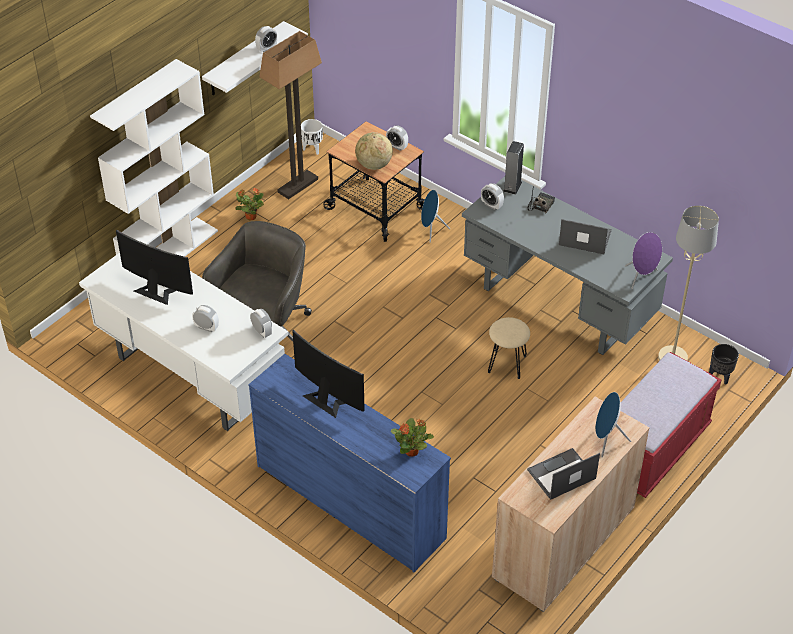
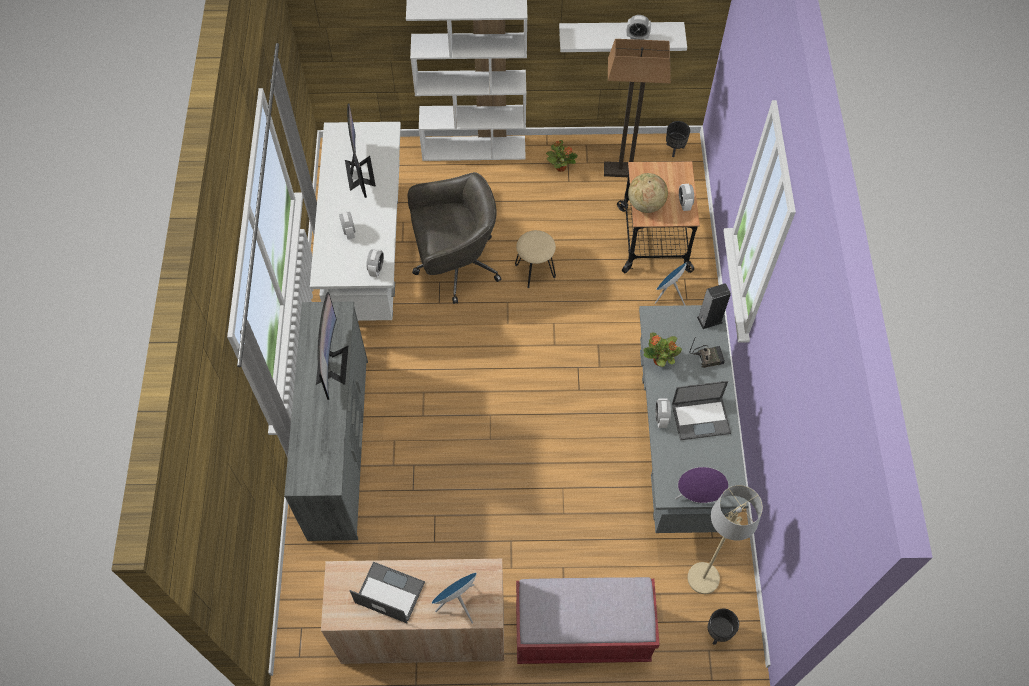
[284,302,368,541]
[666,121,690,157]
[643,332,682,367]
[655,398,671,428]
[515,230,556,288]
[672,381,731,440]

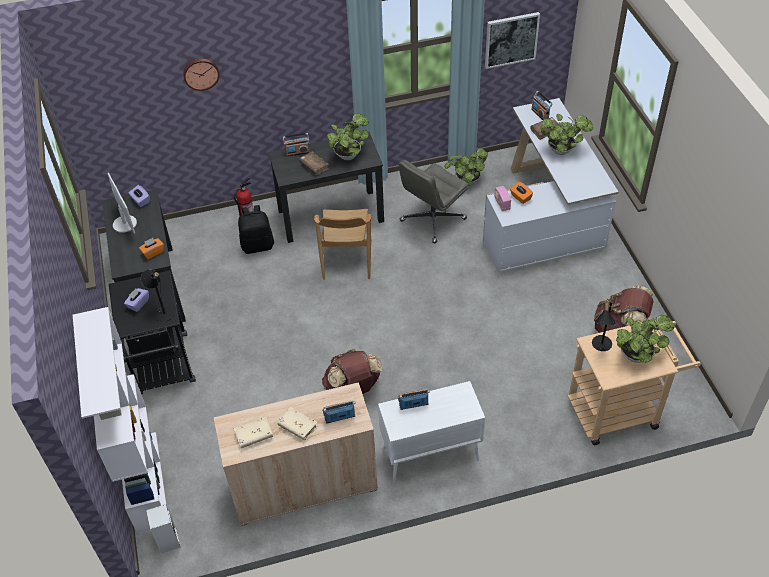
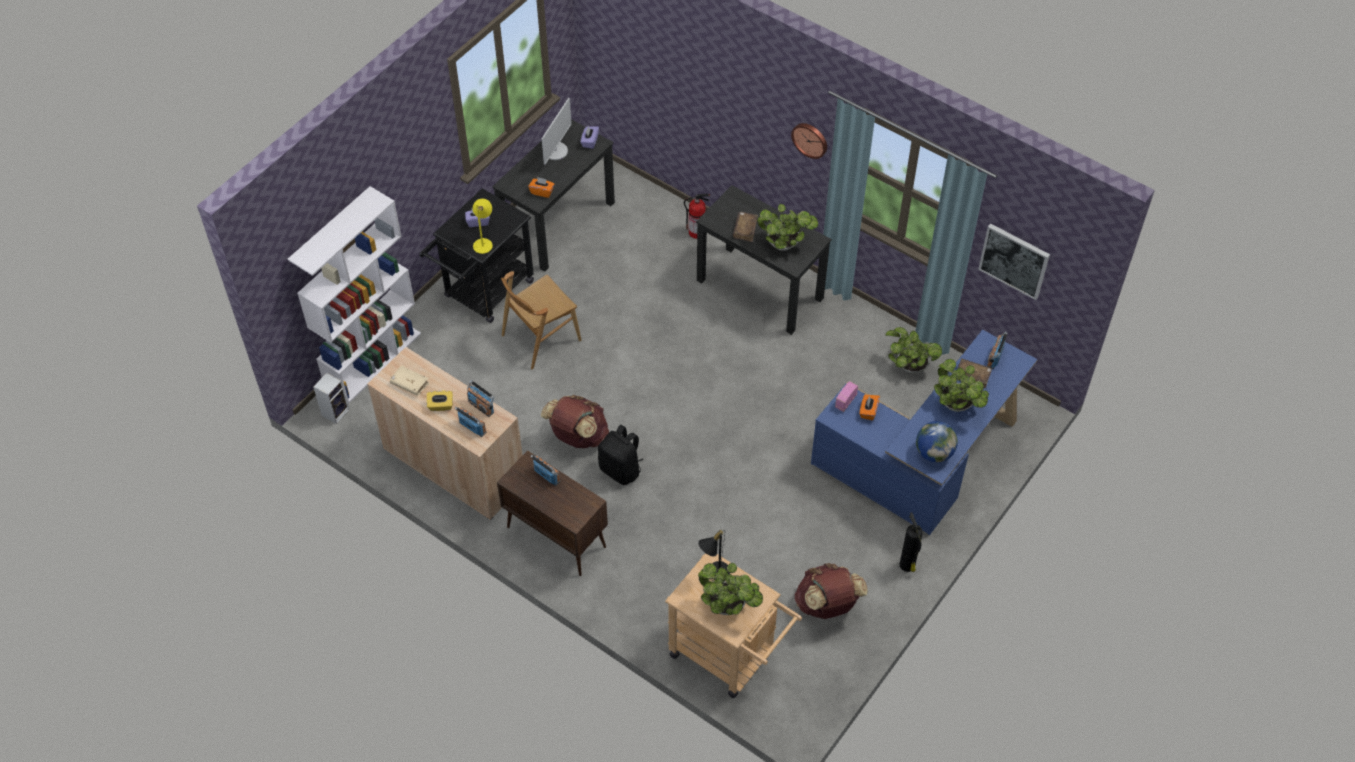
[473,199,493,254]
[791,123,827,159]
[598,425,643,485]
[427,391,453,411]
[467,380,494,417]
[501,271,581,369]
[497,450,608,576]
[399,160,469,243] (first image)
[811,329,1038,535]
[899,512,923,572]
[916,421,958,462]

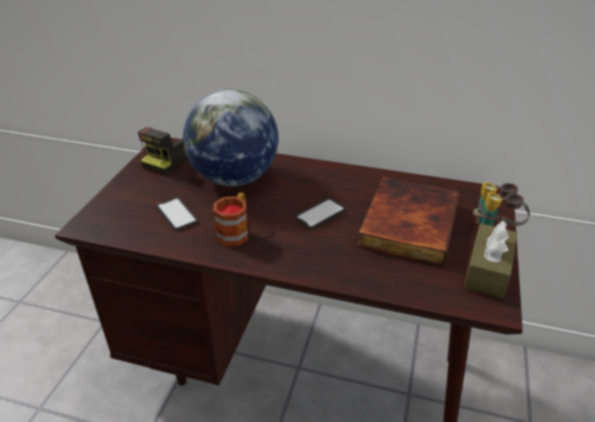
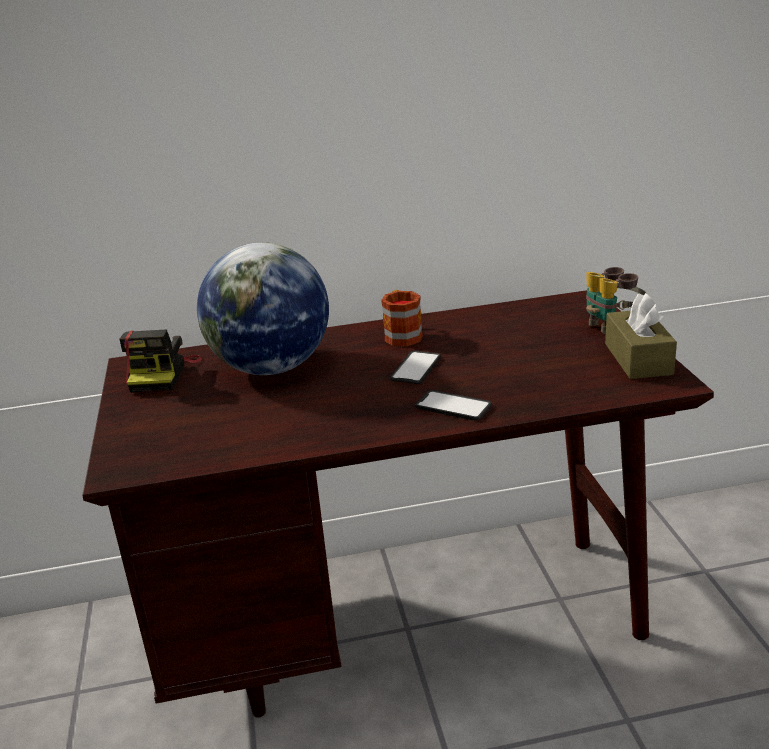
[415,390,492,420]
[381,290,423,346]
[357,177,460,266] (first image)

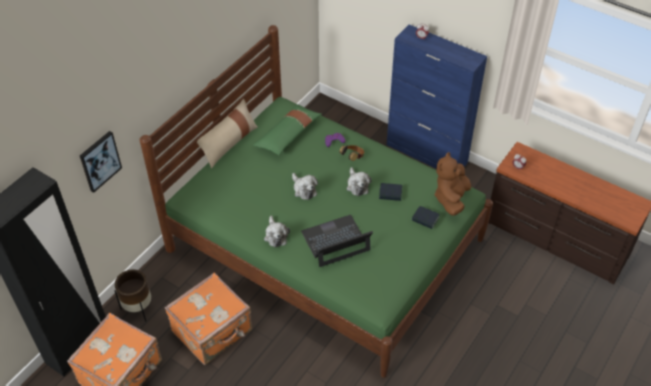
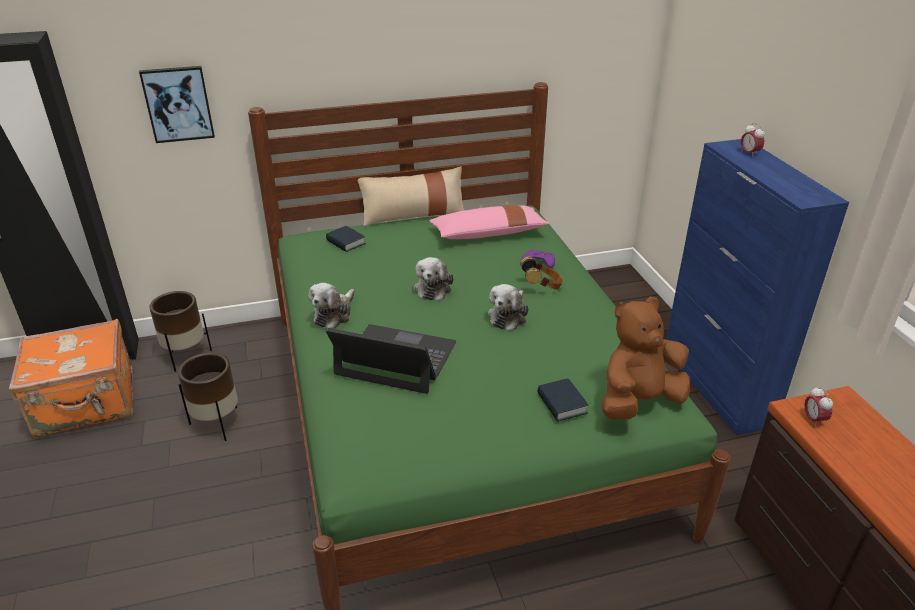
[178,353,238,441]
[429,205,549,239]
[326,226,366,252]

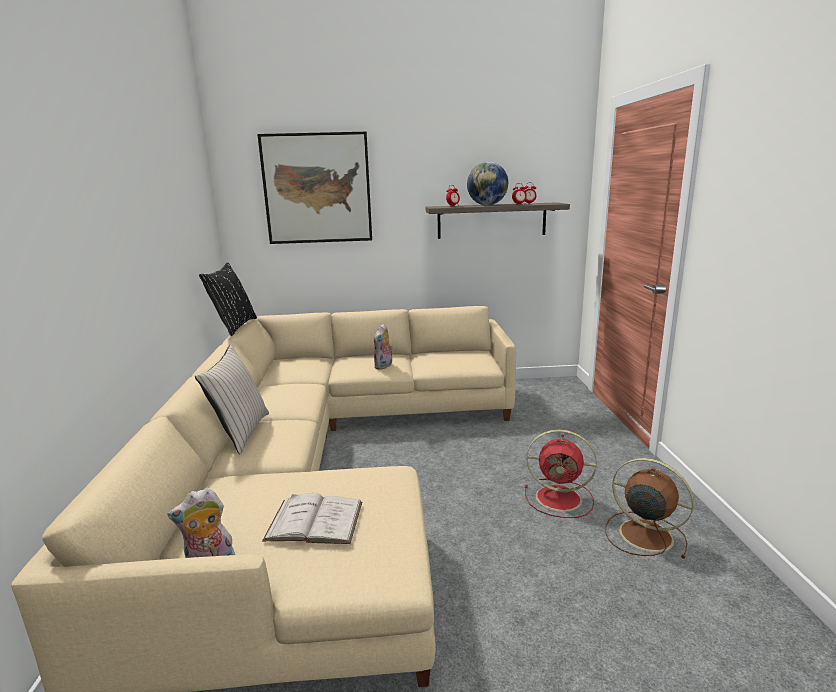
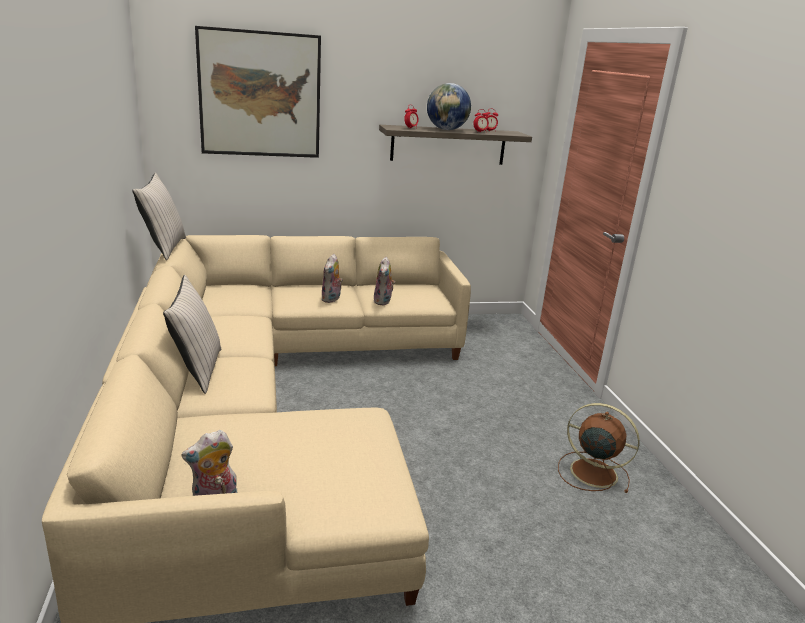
[132,173,186,260]
[262,493,362,544] (first image)
[525,429,597,518] (first image)
[374,257,396,305]

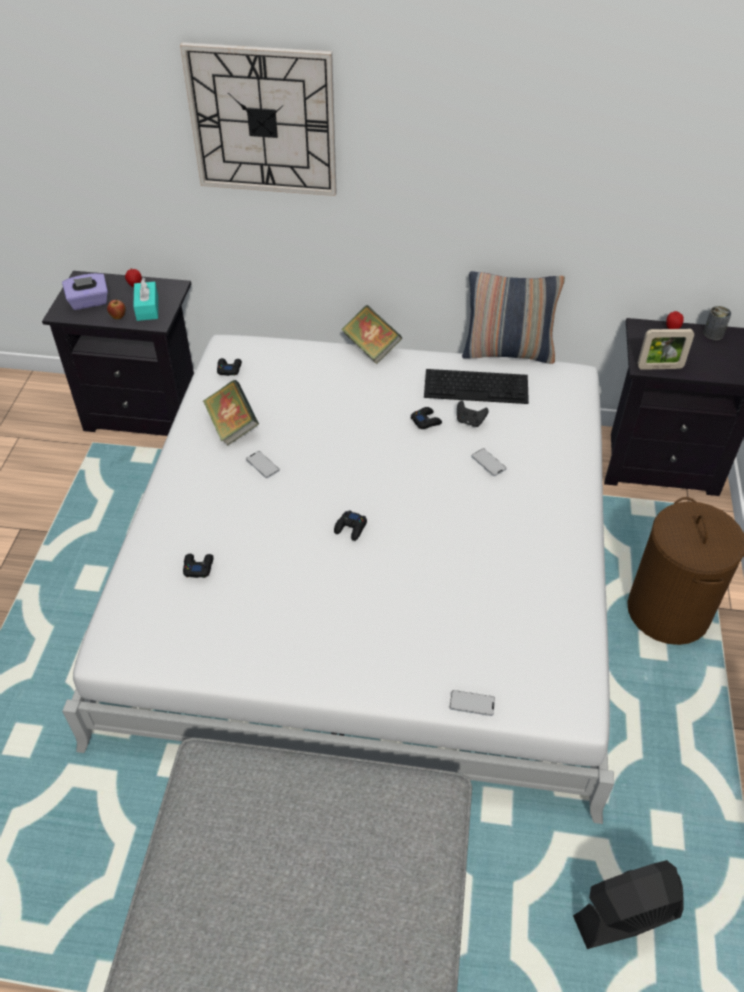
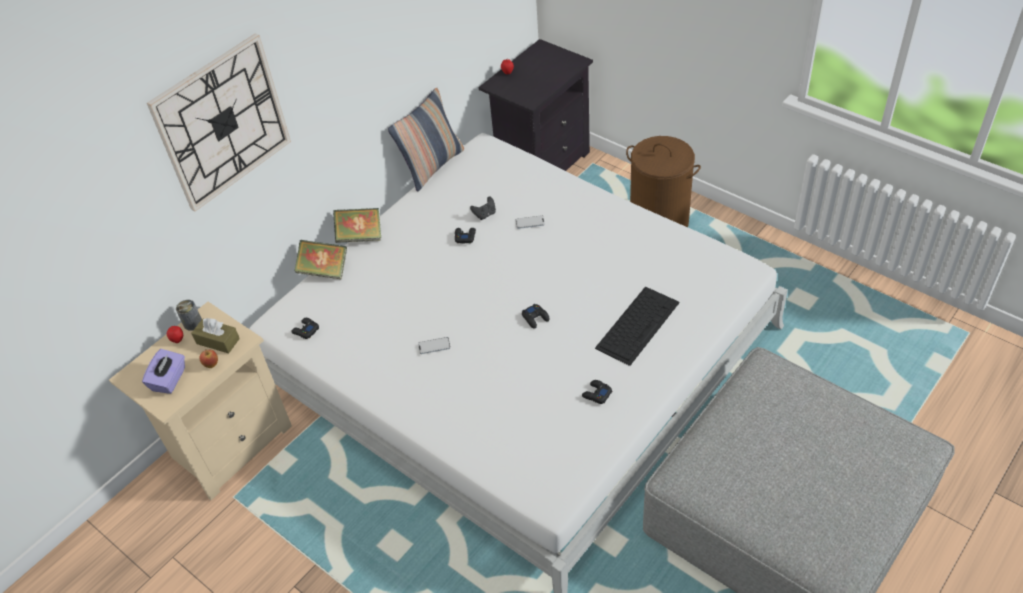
[109,302,292,500]
[191,318,240,354]
[582,380,612,404]
[294,240,347,280]
[595,287,680,366]
[449,690,495,716] (first image)
[573,860,683,949] (first image)
[637,329,694,370] (first image)
[176,300,202,331]

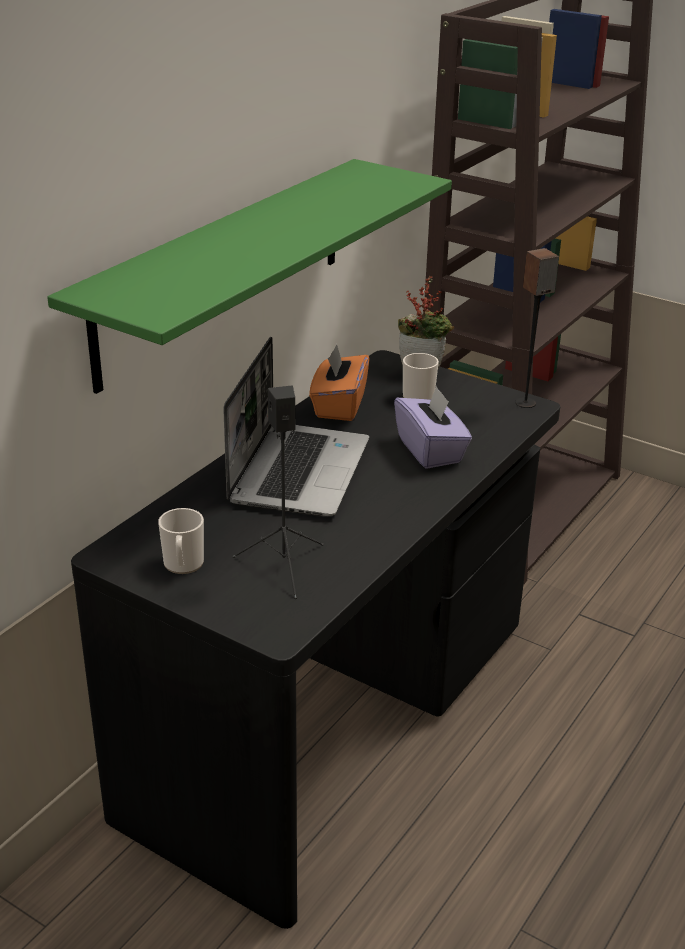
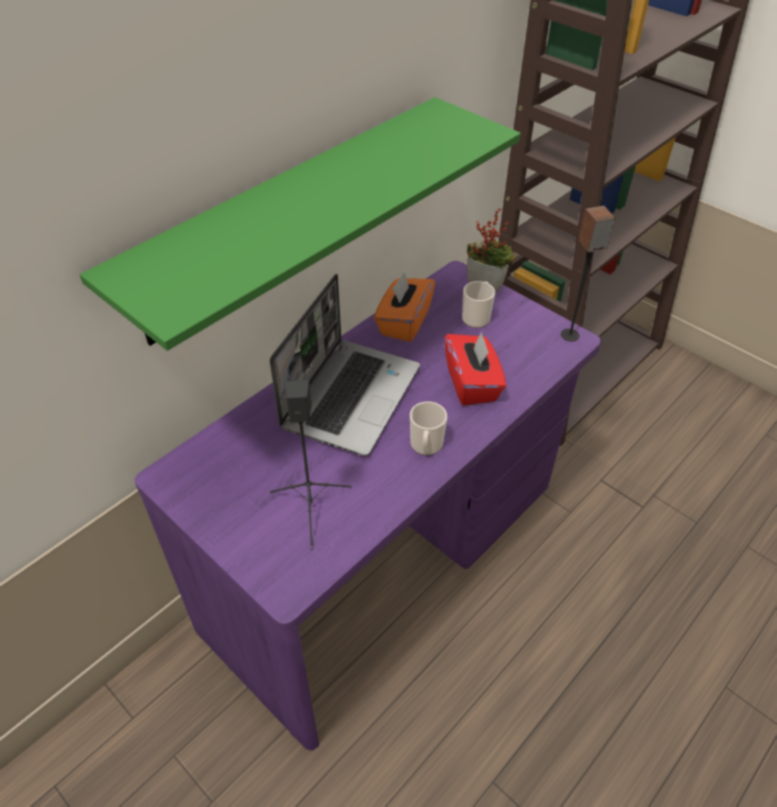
[135,261,601,751]
[410,402,447,455]
[445,332,506,406]

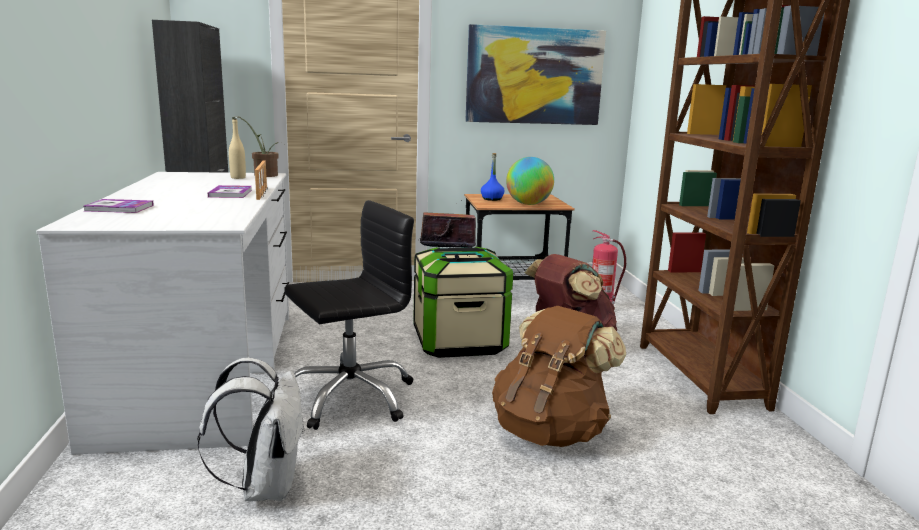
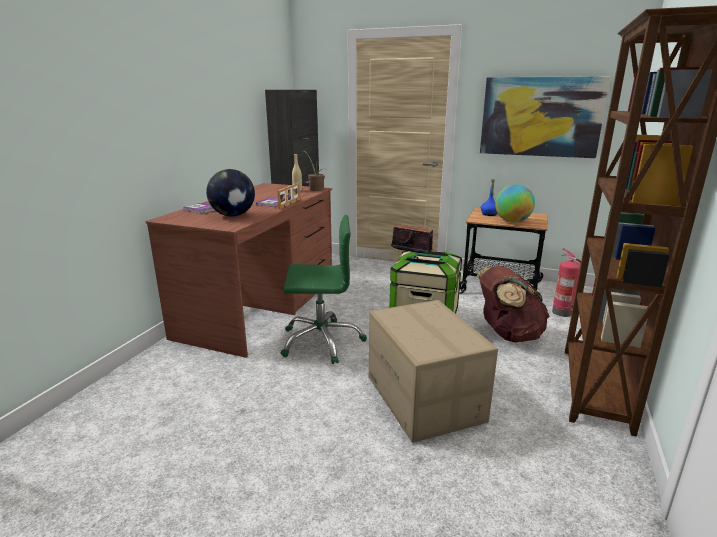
[145,183,332,358]
[197,358,305,501] (first image)
[281,215,367,364]
[369,300,498,443]
[206,169,255,216]

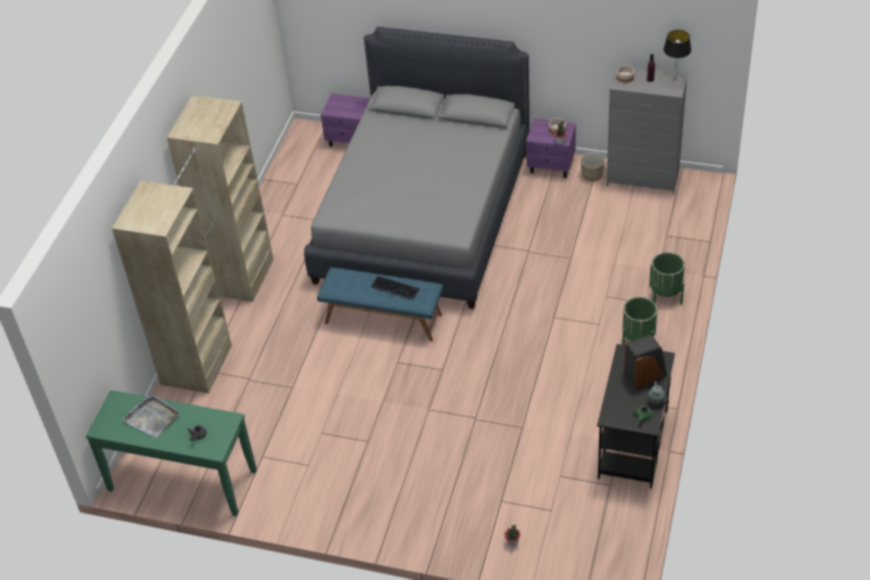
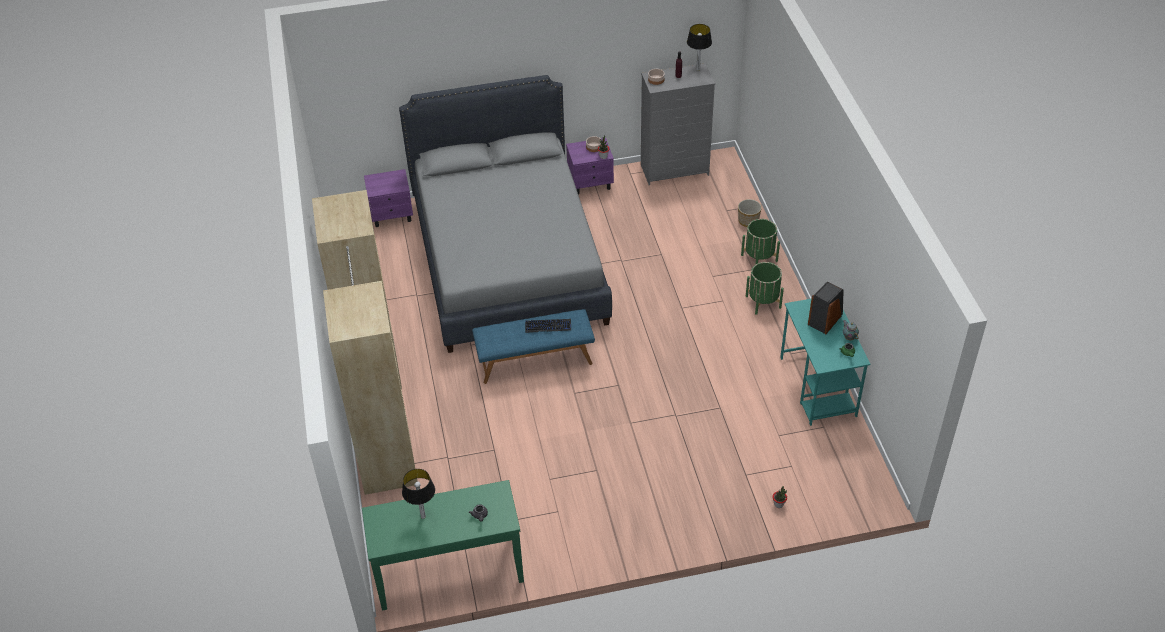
[402,469,435,519]
[738,199,762,227]
[780,299,870,426]

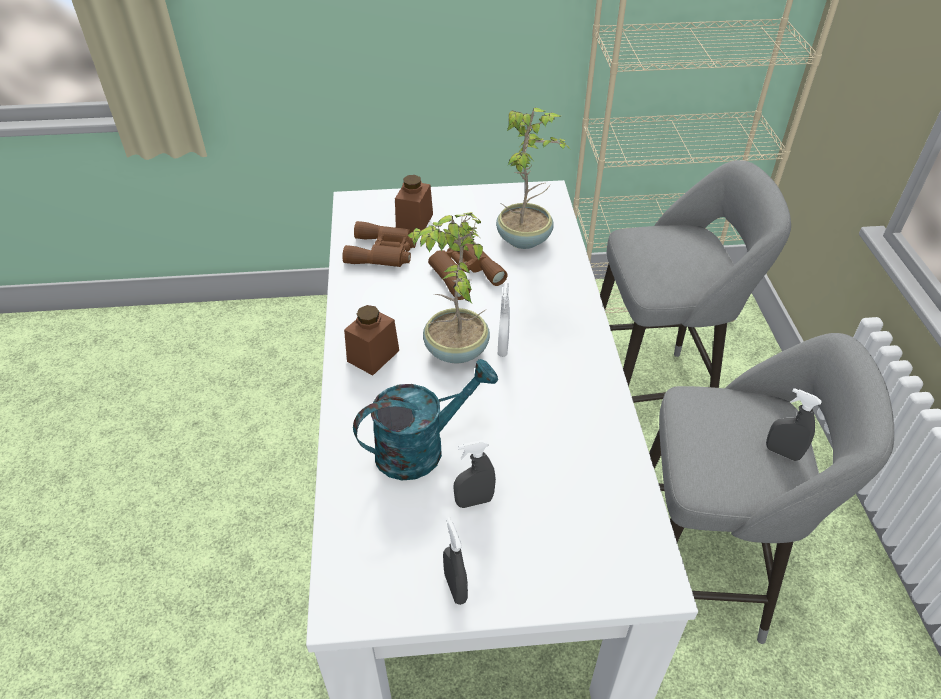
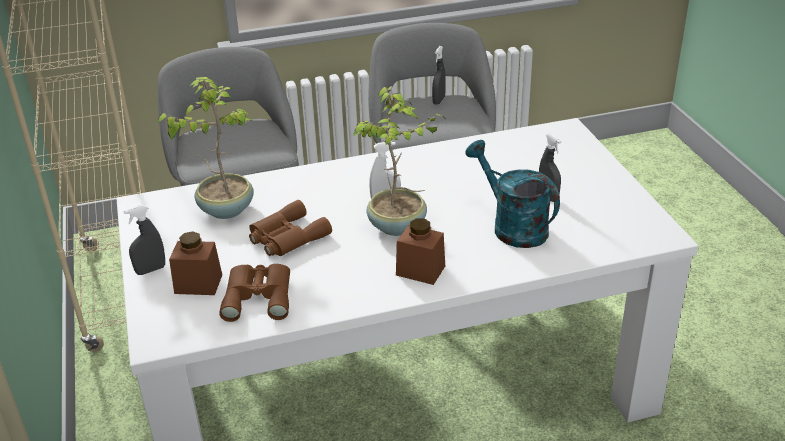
[124,205,165,275]

